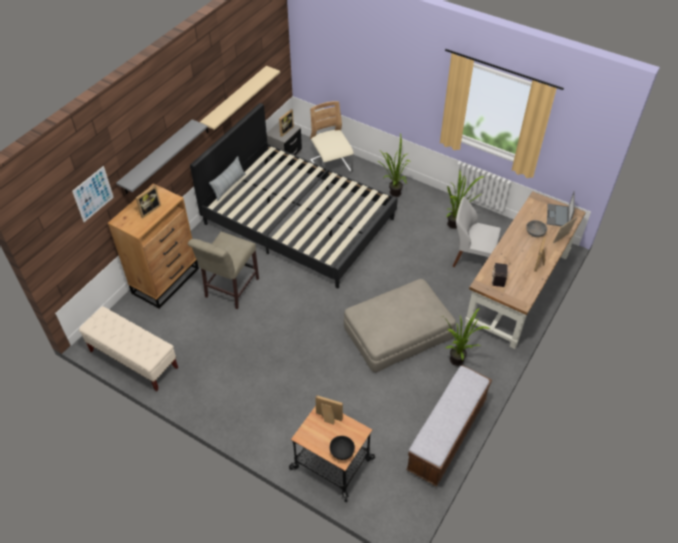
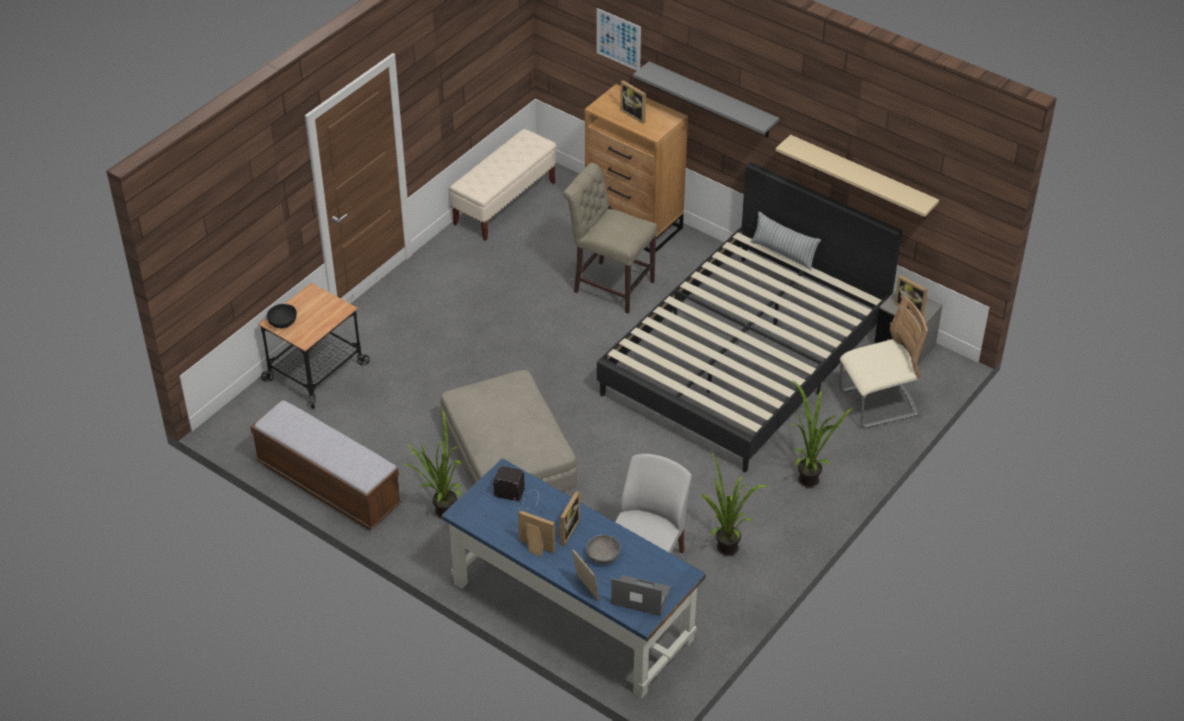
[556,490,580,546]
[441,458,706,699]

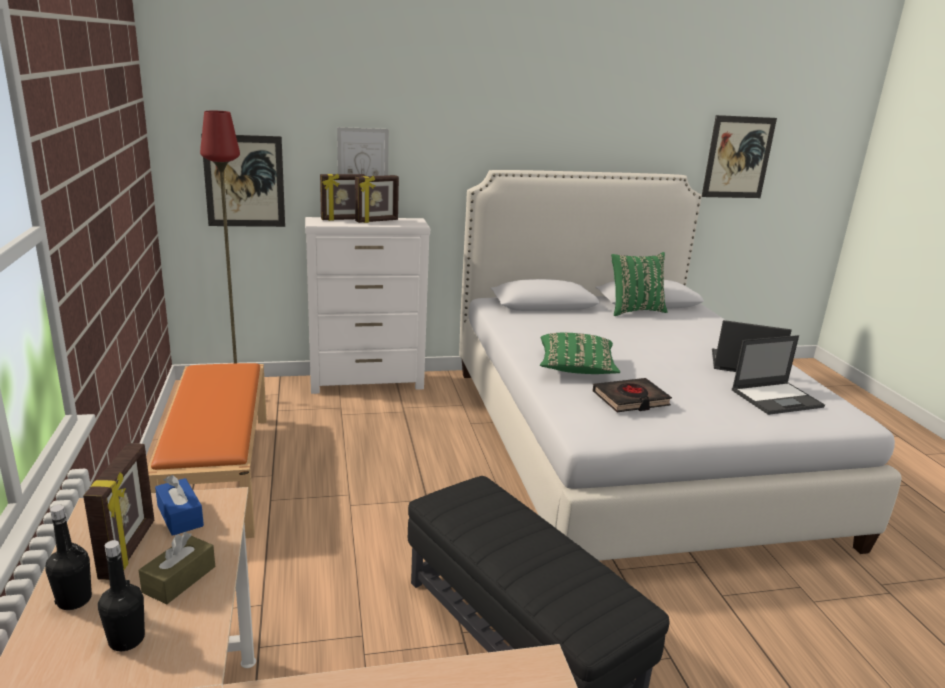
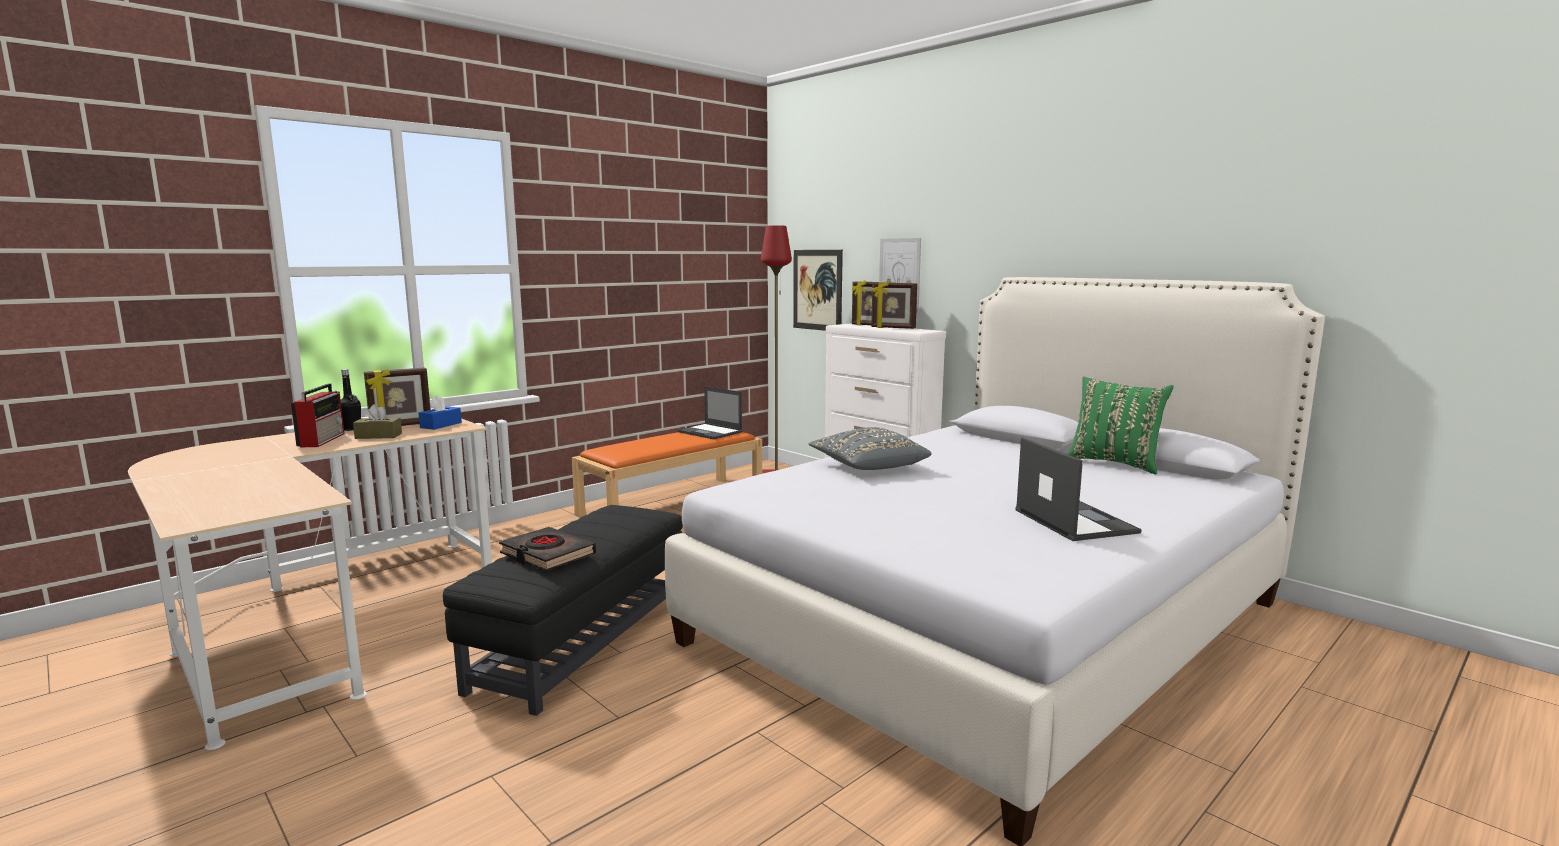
[291,383,345,447]
[809,427,932,470]
[499,527,596,571]
[702,115,777,198] (first image)
[678,386,743,439]

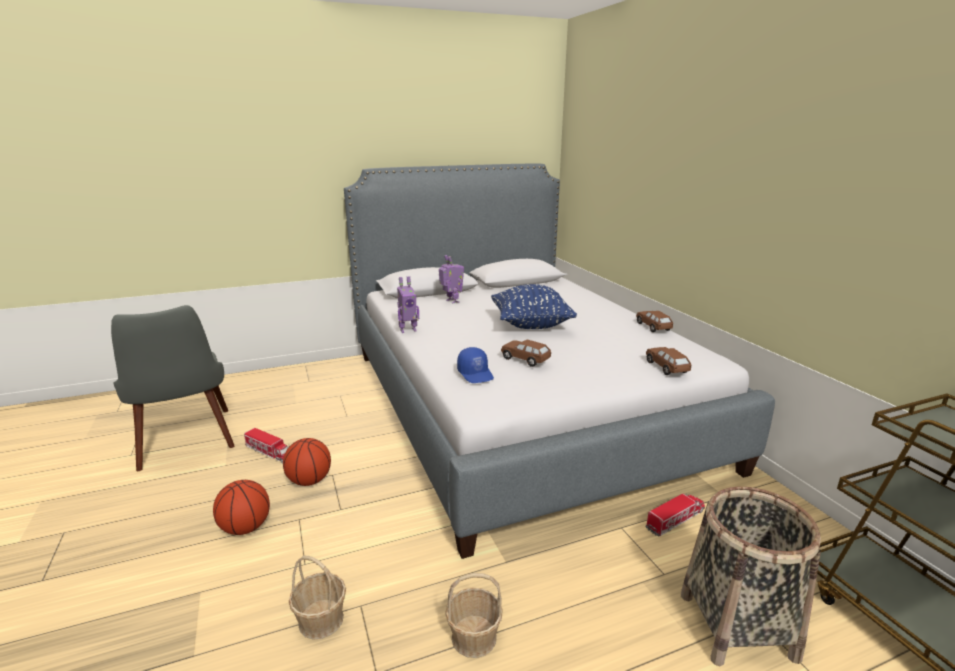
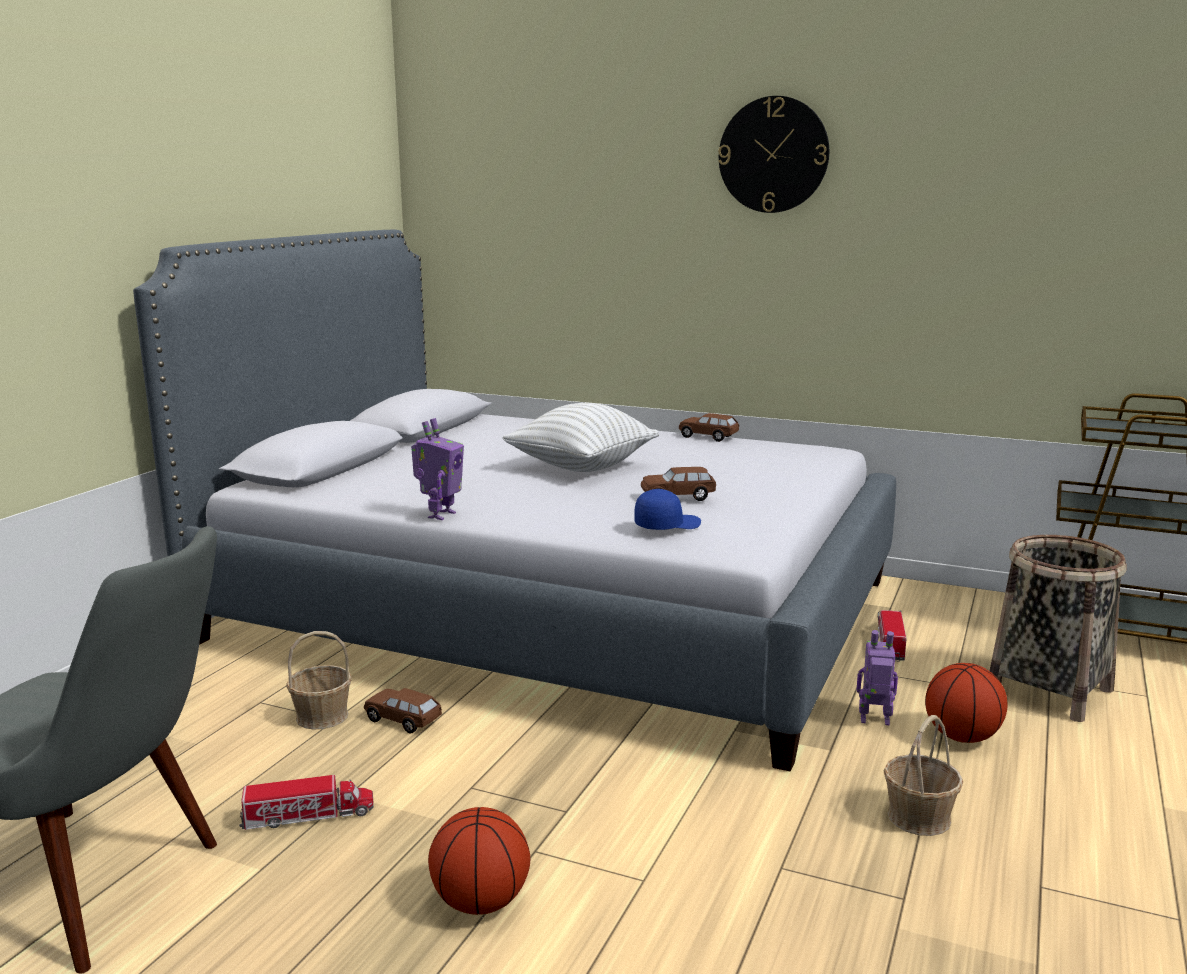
[925,663,1007,743]
[286,631,352,730]
[857,630,898,725]
[634,489,701,530]
[502,403,659,472]
[364,688,442,734]
[718,96,829,213]

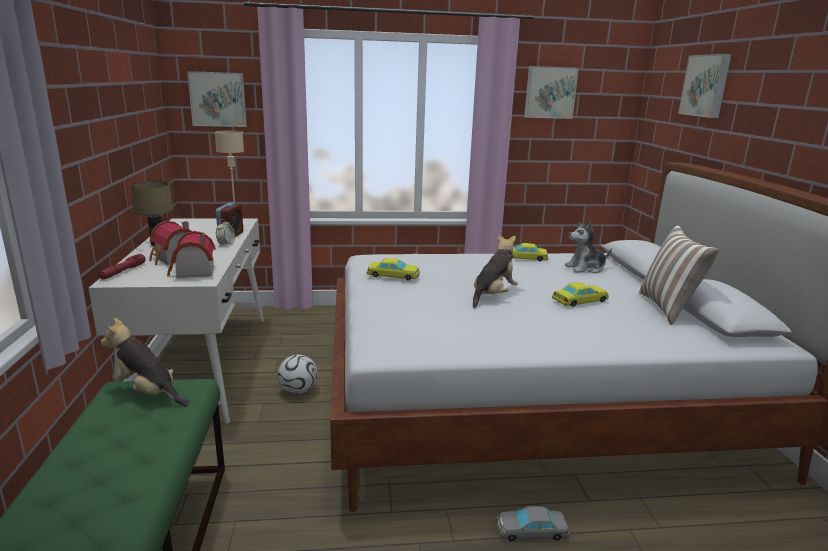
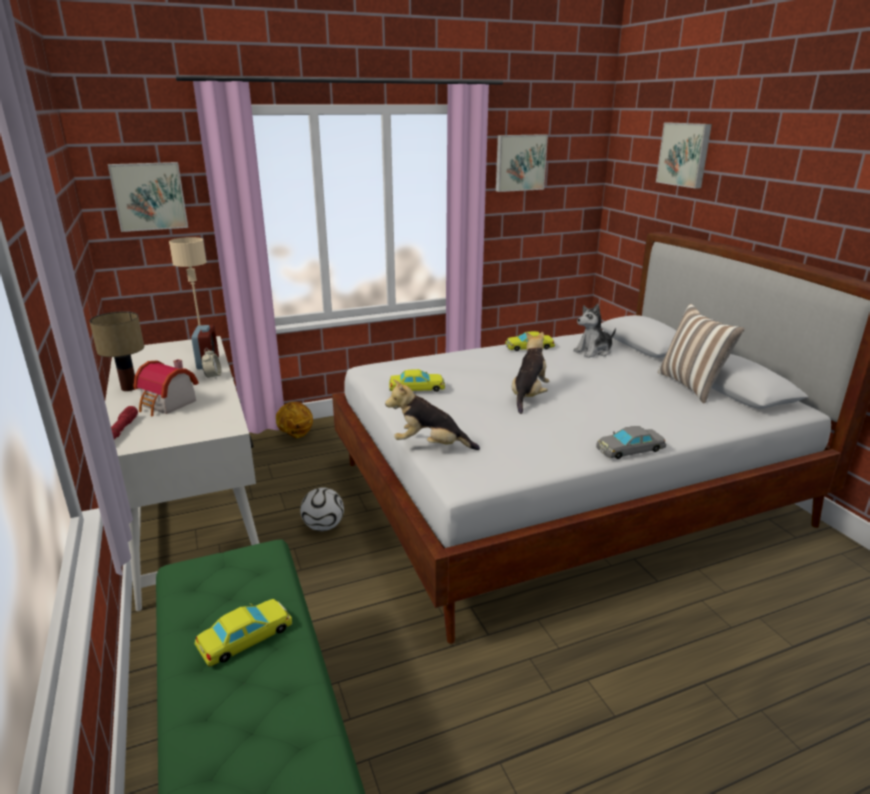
[385,379,480,450]
[167,231,215,278] (first image)
[596,426,666,459]
[195,599,292,667]
[276,402,313,438]

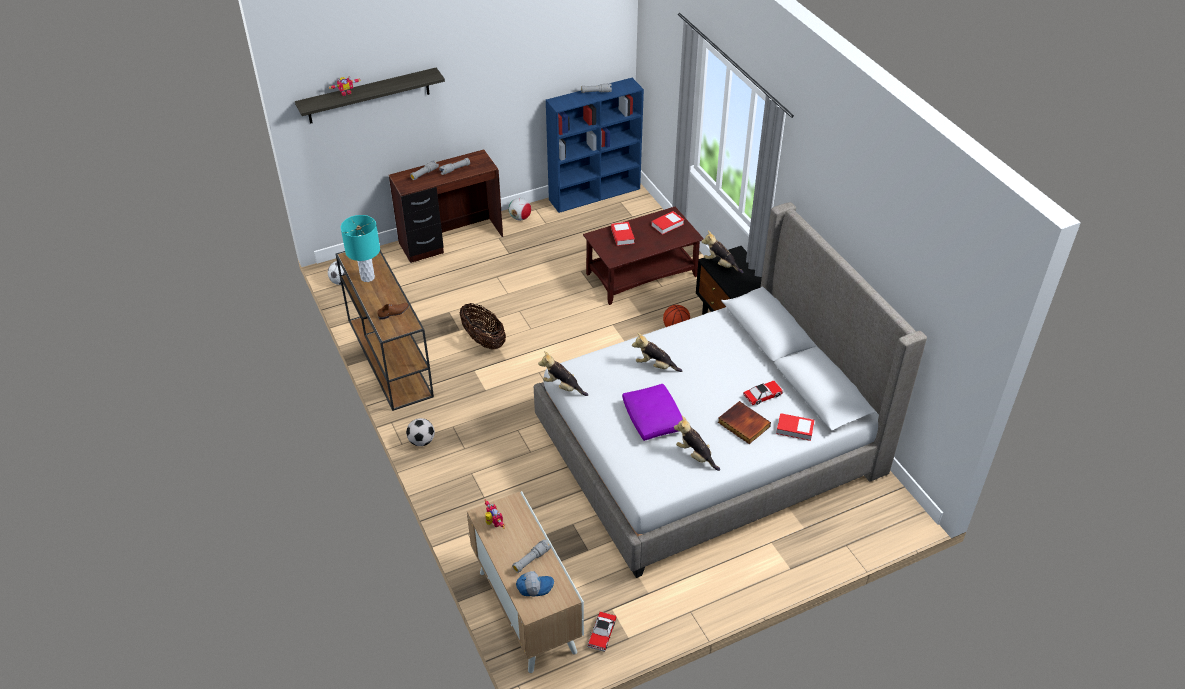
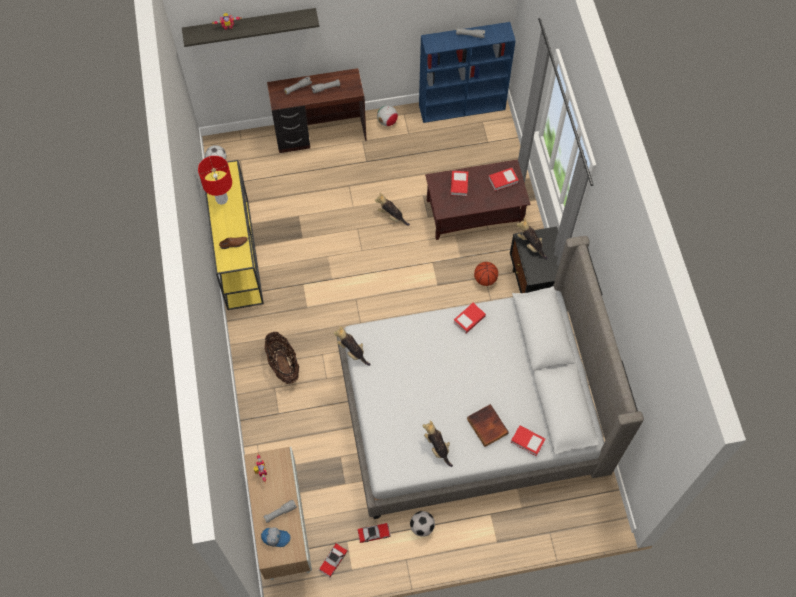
[204,160,264,310]
[198,156,232,205]
[410,511,435,537]
[264,332,299,384]
[622,384,683,441] (first image)
[375,193,410,226]
[357,523,391,543]
[454,303,486,334]

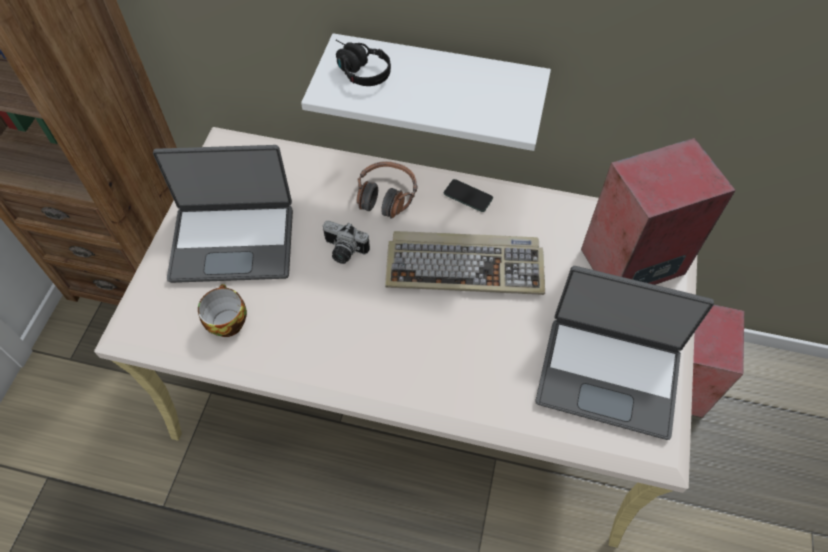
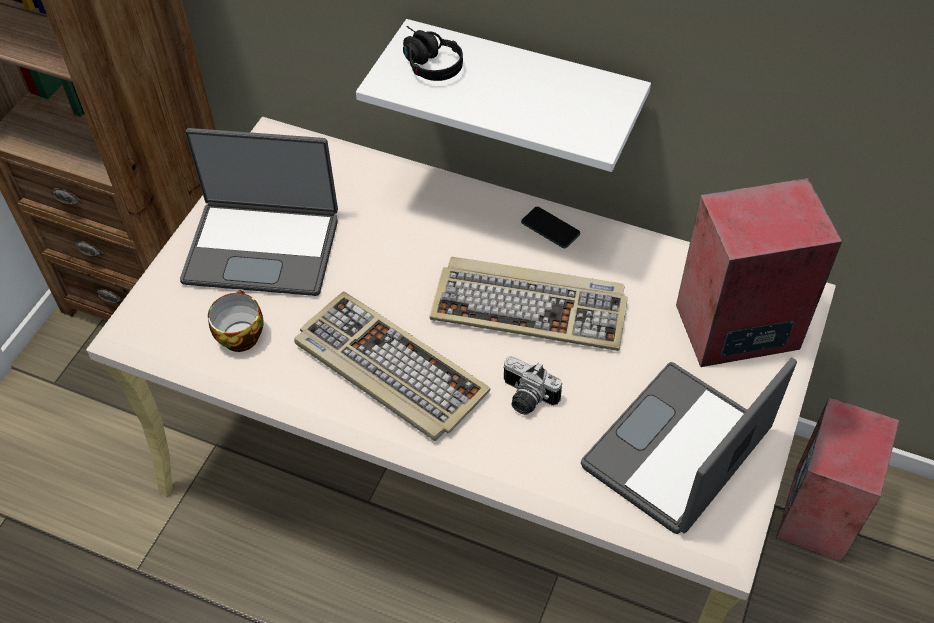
[503,356,562,415]
[357,161,417,219] (first image)
[581,358,797,534]
[294,291,490,441]

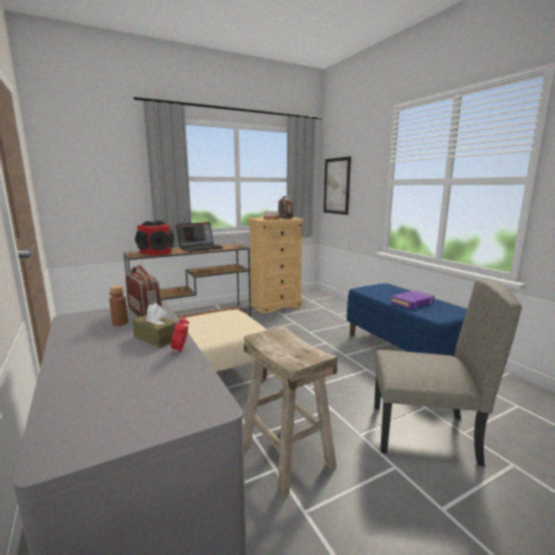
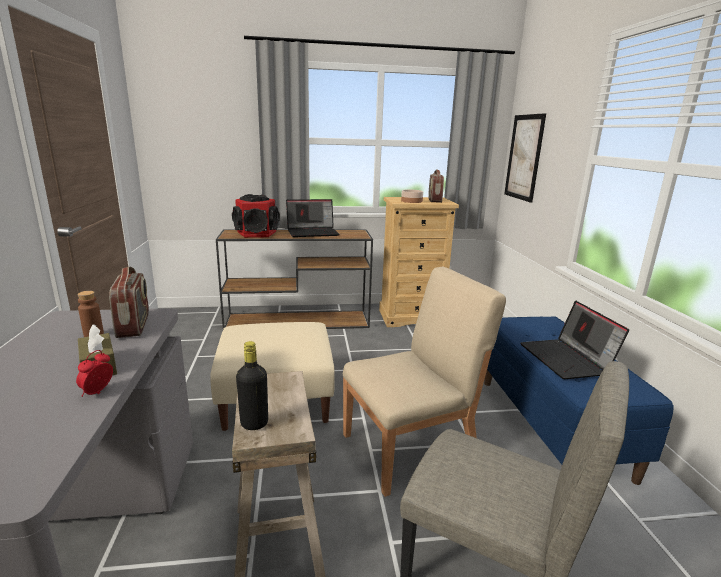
[520,301,629,379]
[236,341,268,430]
[343,267,506,497]

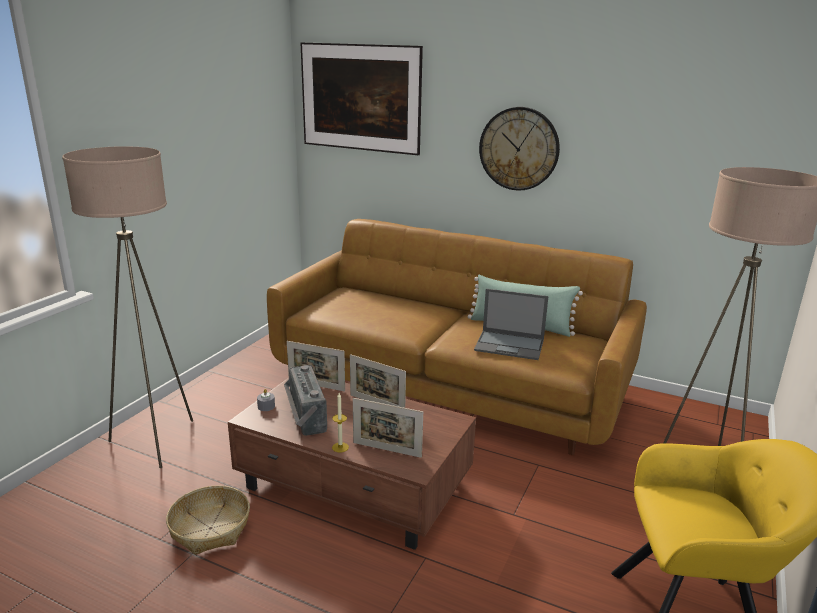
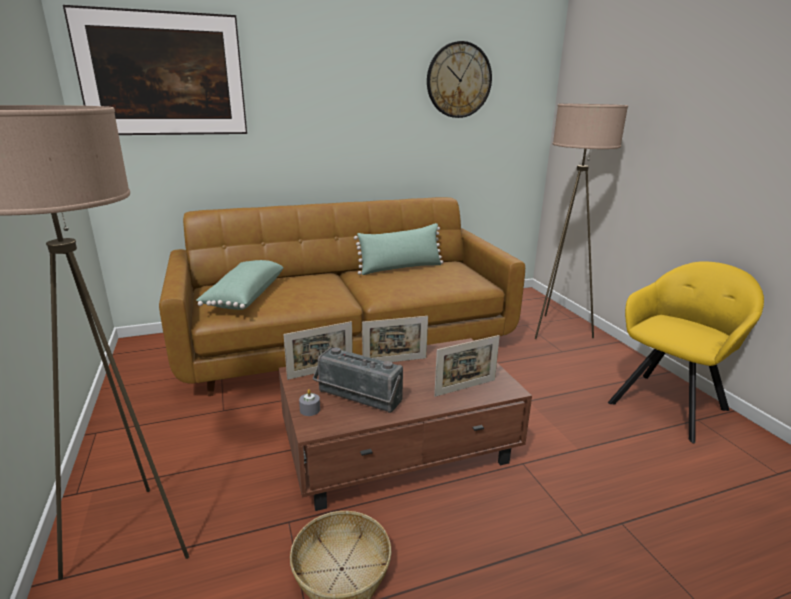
[332,393,349,453] (first image)
[474,289,549,360] (first image)
[427,41,492,118]
[196,260,284,310]

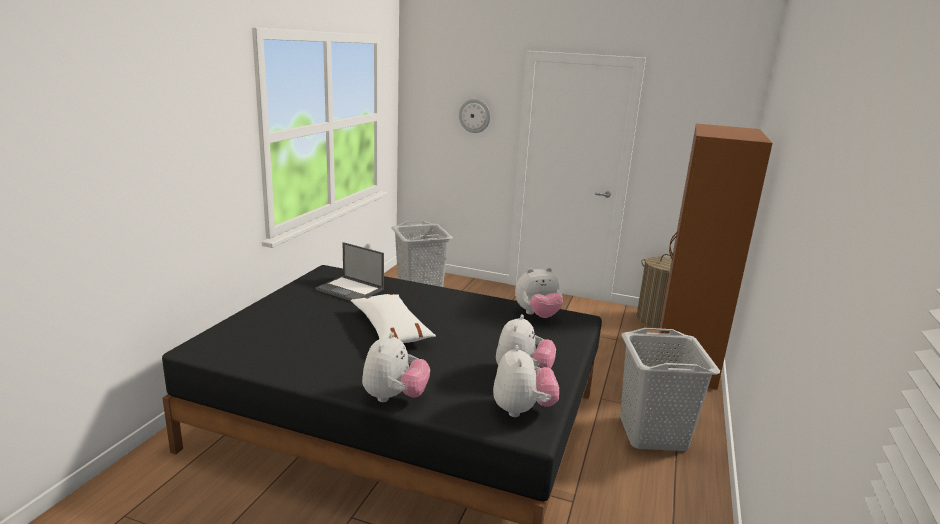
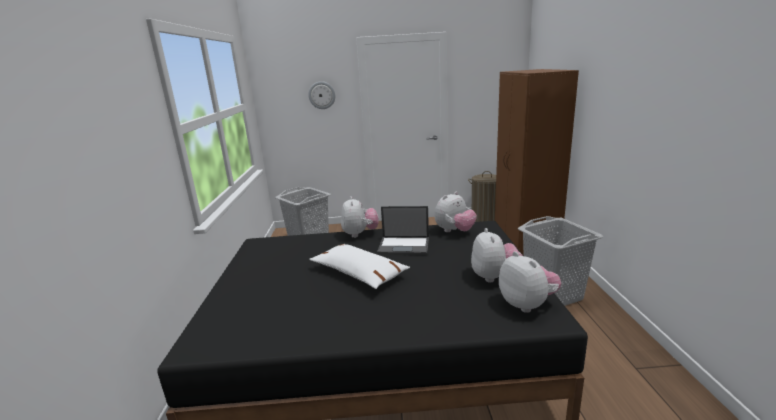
[377,206,429,255]
[341,196,379,238]

